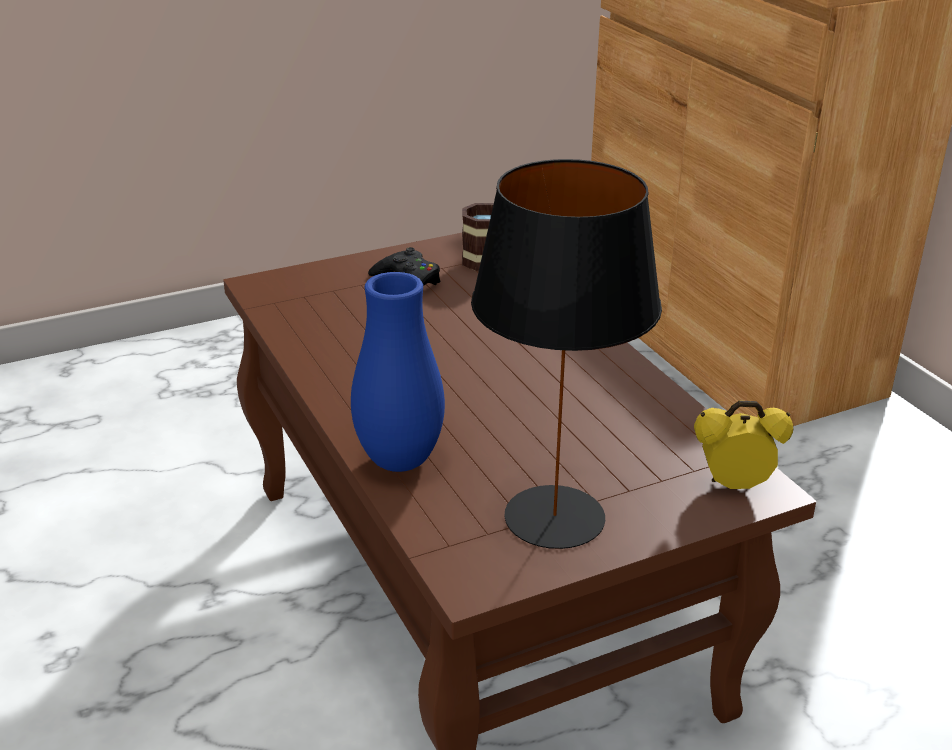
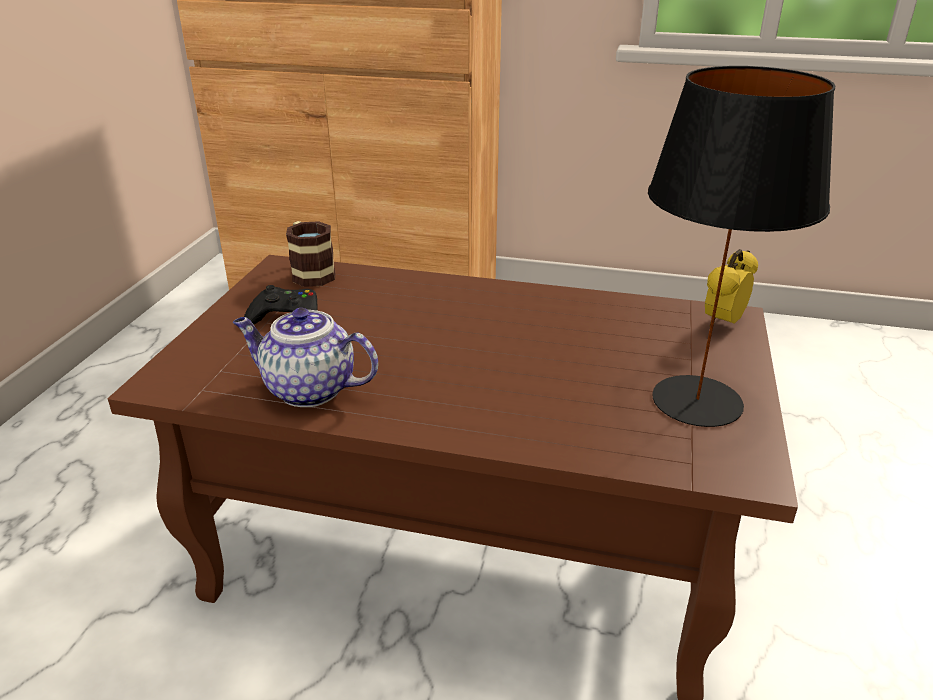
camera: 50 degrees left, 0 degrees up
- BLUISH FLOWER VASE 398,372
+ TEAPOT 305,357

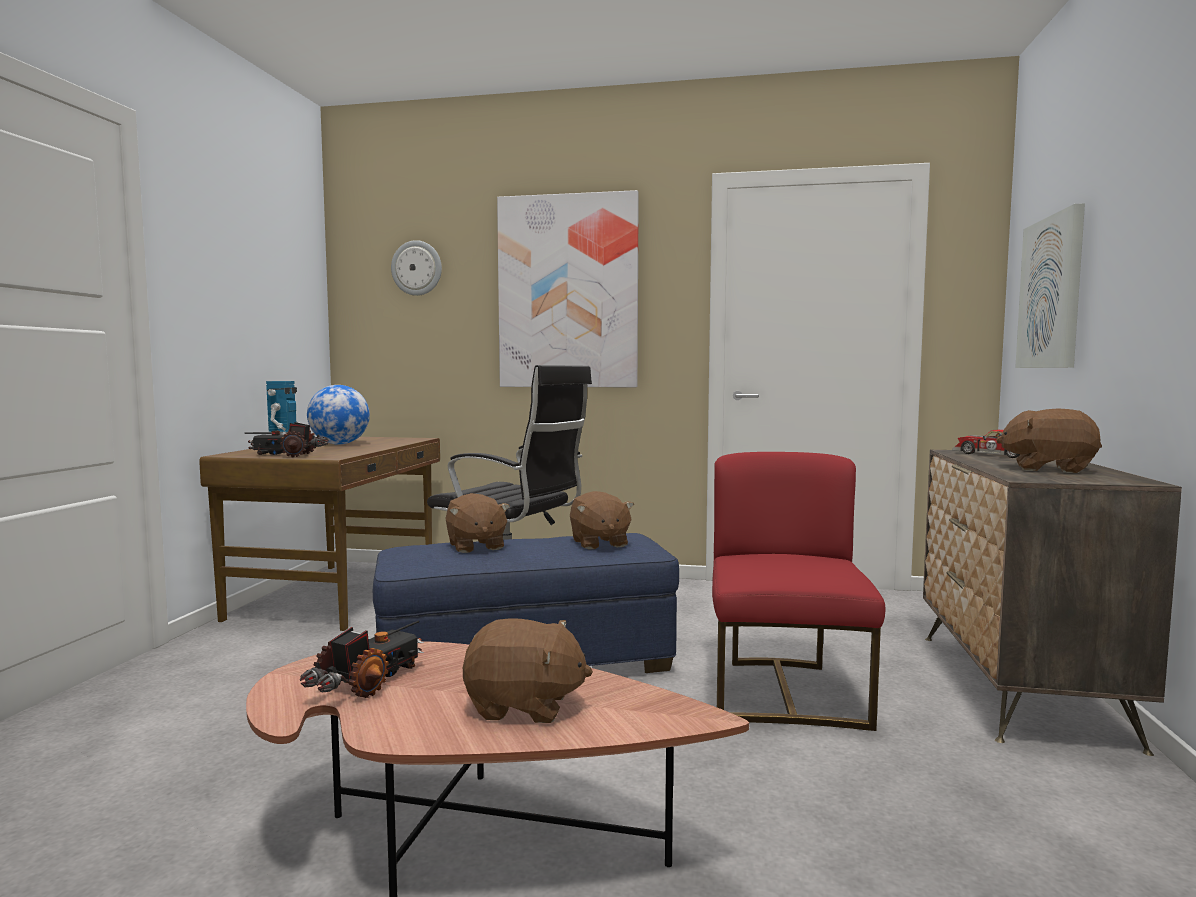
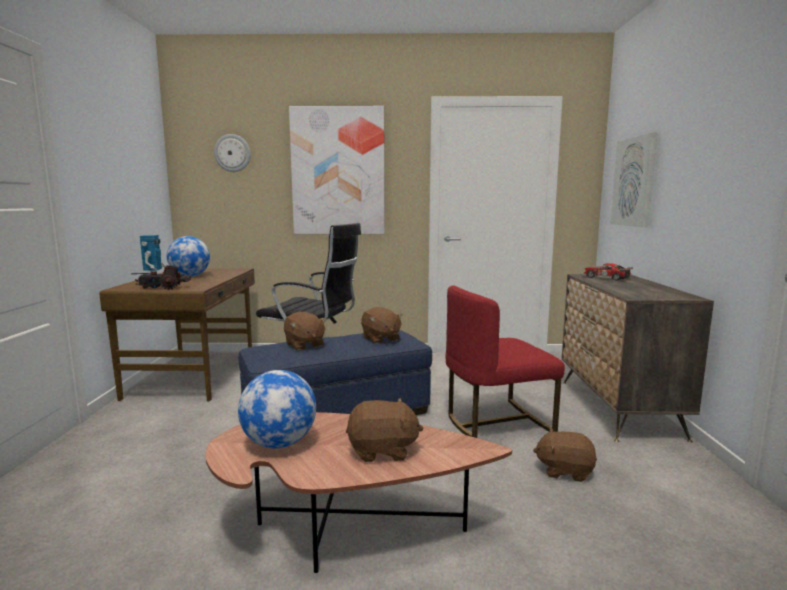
camera: 10 degrees left, 5 degrees up
~ MODEL TRUCK 362,659 to GLOBE 277,409
~ RED-COLOURED UPRIGHT CHAIR 798,591 = 505,361 105 degrees counterclockwise
~ BROWN-COLOURED SOFT TOY 1049,440 to 565,455

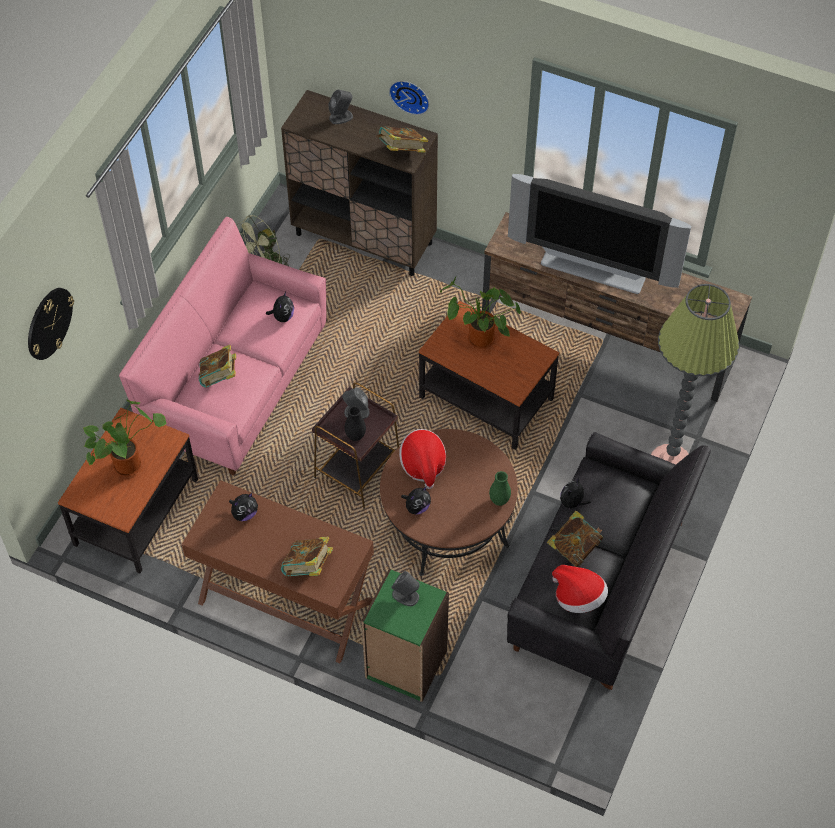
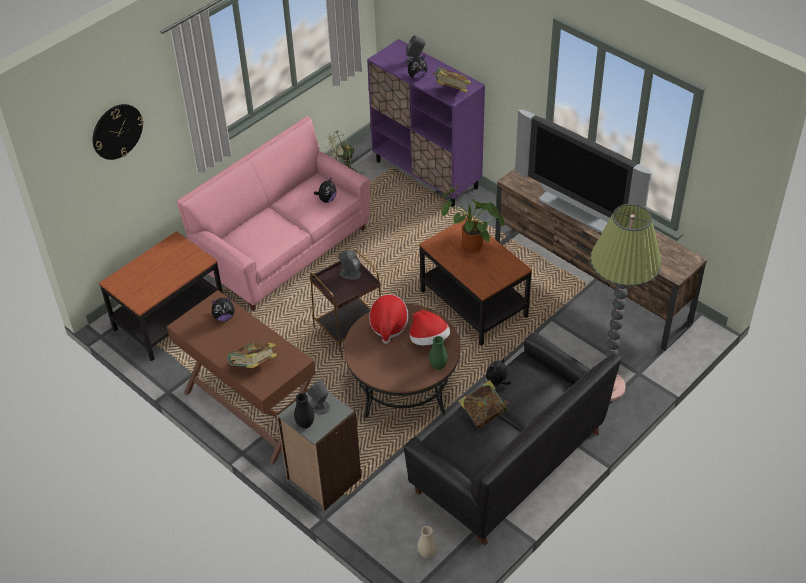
camera: 20 degrees right, 10 degrees down
- PLANT IN A POT 124,438
- BOOK 217,366
~ BROWN-COLOURED CUPBOARD 359,183 to PURPLISH CUPBOARD 426,122
~ BLACK-COLOURED FLOWER VASE 355,423 to 304,410
~ GREEN BOOKSHELF 405,635 to GREYISH BOOKSHELF 318,447
- WALL CLOCK 409,98
~ SOFT TOY 416,501 to 417,67
~ HAT 580,589 to 430,327
+ BEIGE FLOWER VASE 427,542

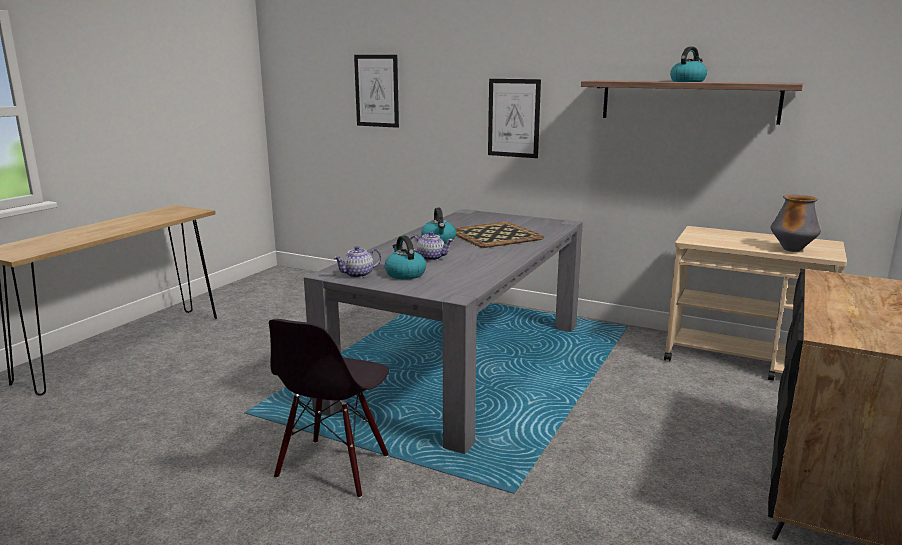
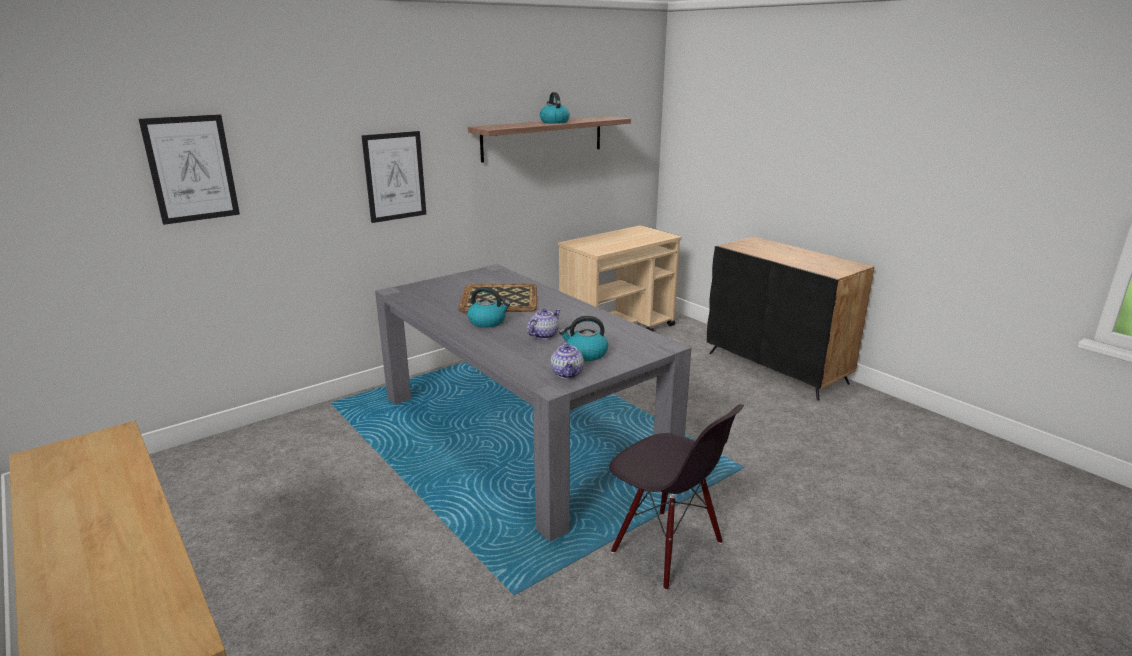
camera: 65 degrees left, 5 degrees up
- FLOWER VASE 796,223

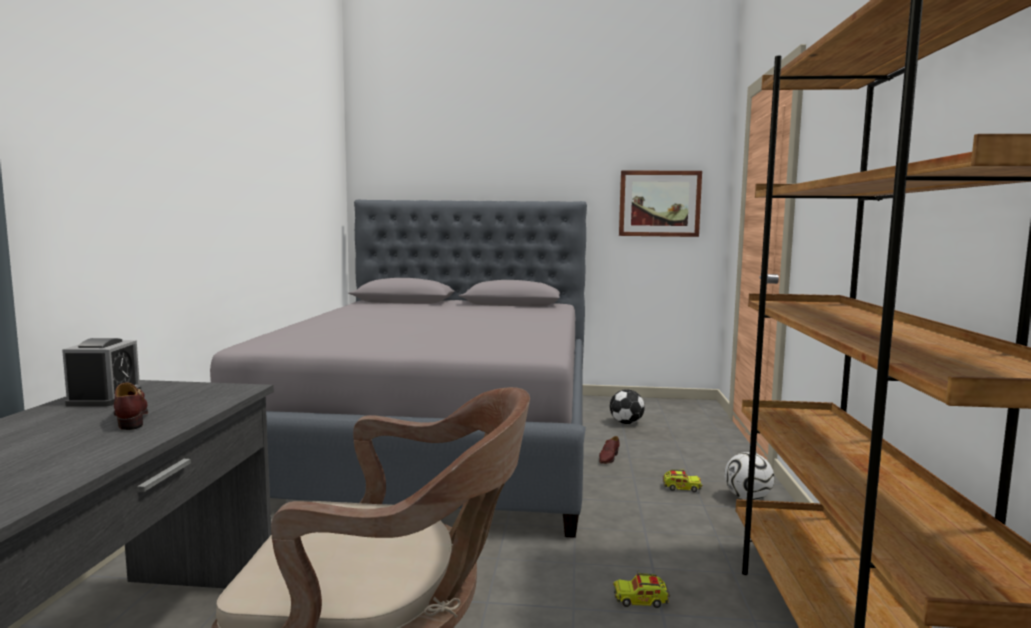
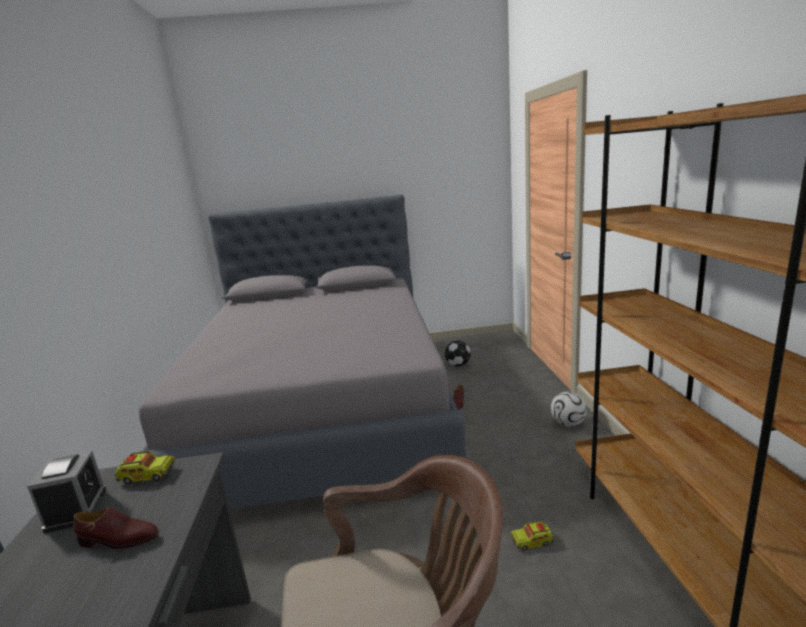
camera: 10 degrees left, 10 degrees up
~ BROWN-COLOURED ITEM OF FOOTWEAR 131,406 = 116,529 135 degrees clockwise
- WALL PICTURE 660,203
~ MODEL TRUCK 682,481 to 144,468

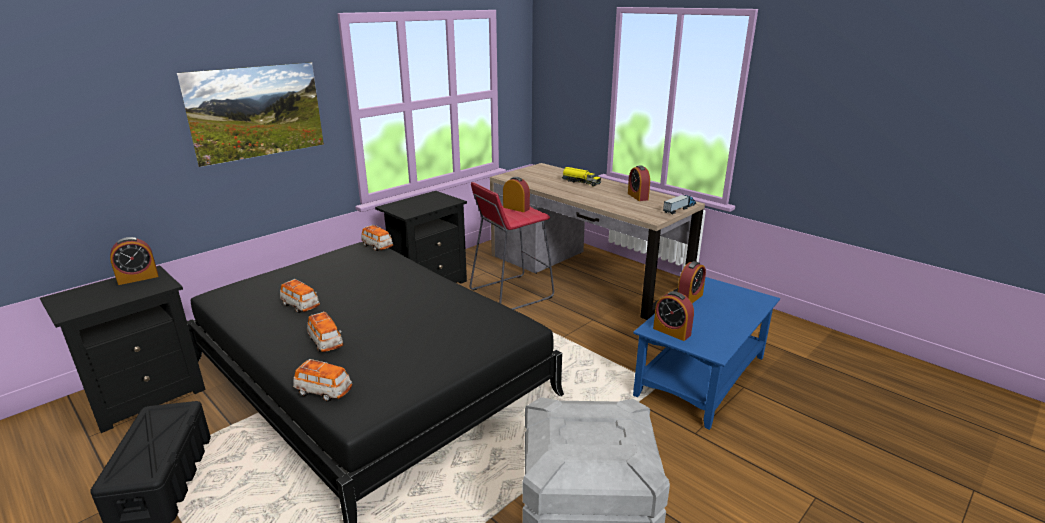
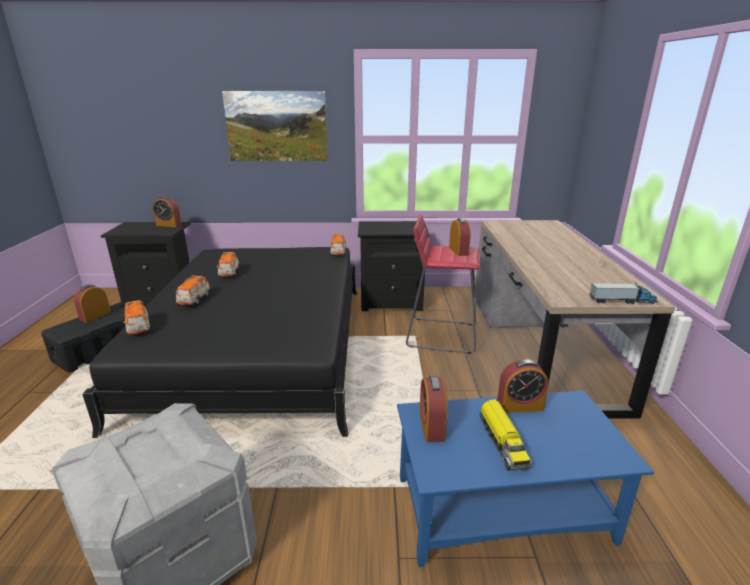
camera: 45 degrees right, 0 degrees up
~ MODEL TRUCK 581,177 to 505,435
~ BEDSIDE CLOCK 639,183 to 92,303

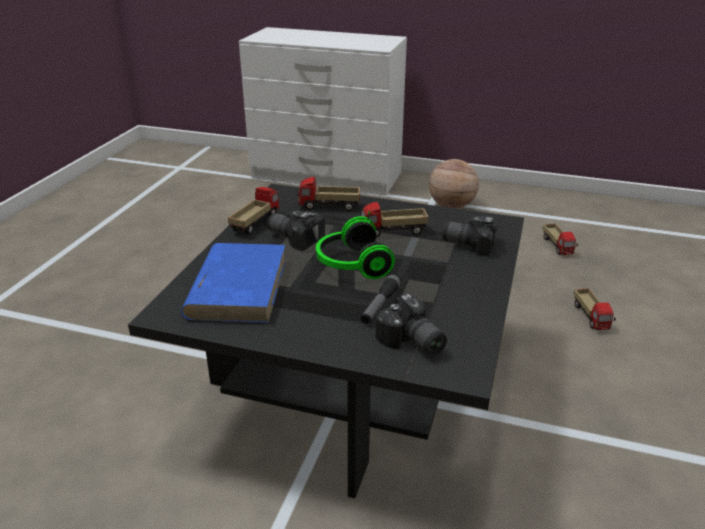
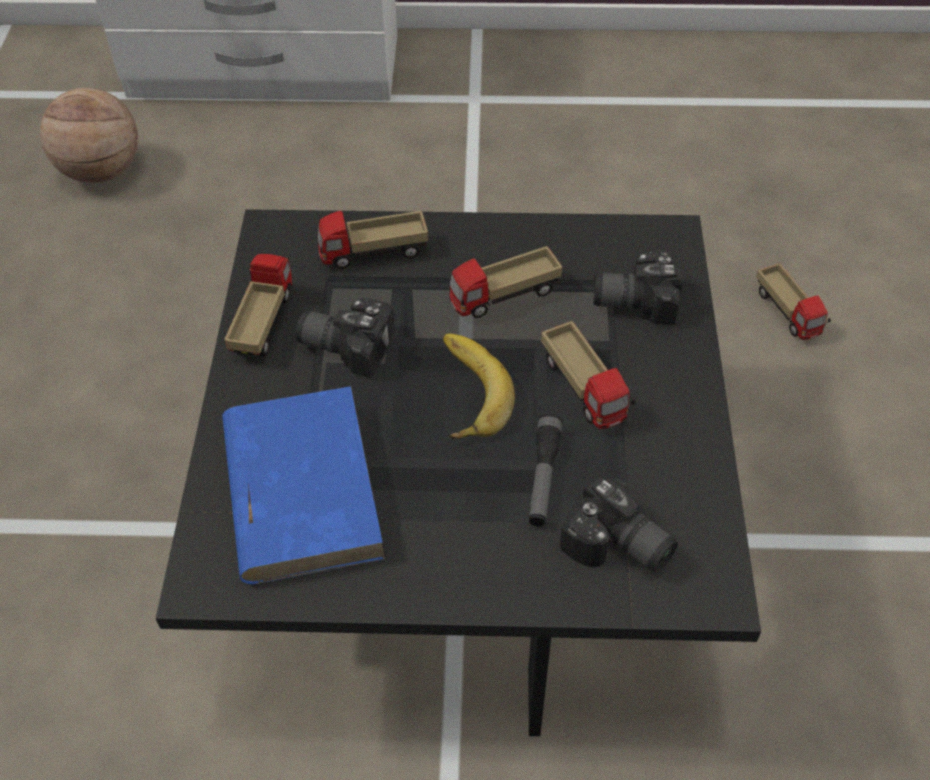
camera: 15 degrees left, 20 degrees up
~ HEADSET 355,244 to WHOLE BANANA 479,386
~ BALL FOR BASKETBALL 454,184 to 89,135
~ MODEL TRUCK 560,239 to 588,375

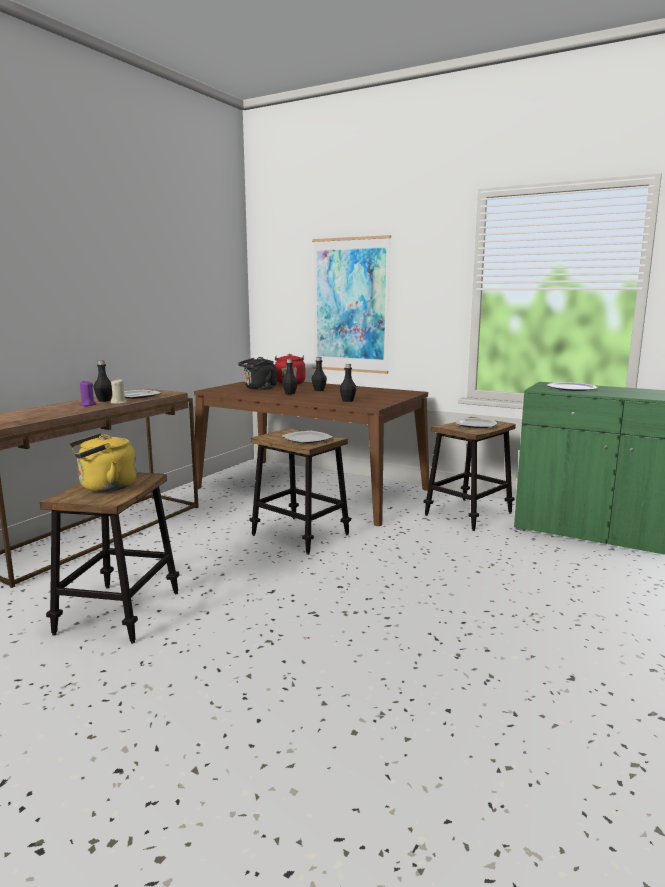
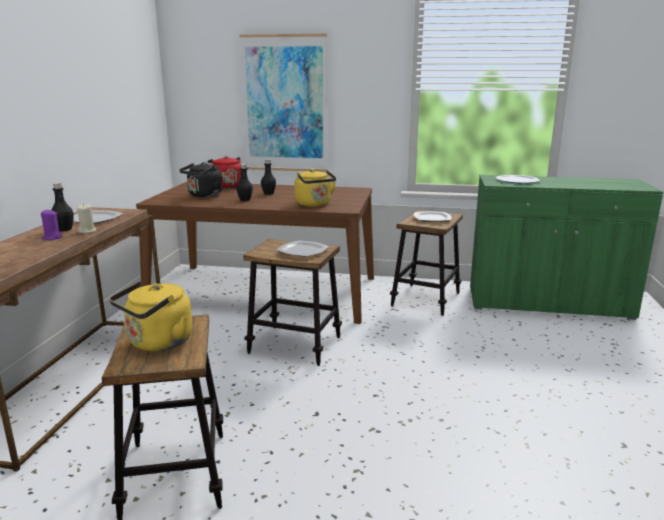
camera: 20 degrees left, 5 degrees up
~ BLACK-COLOURED BEVERAGE BOTTLE 348,383 to YELLOW KETTLE 315,188

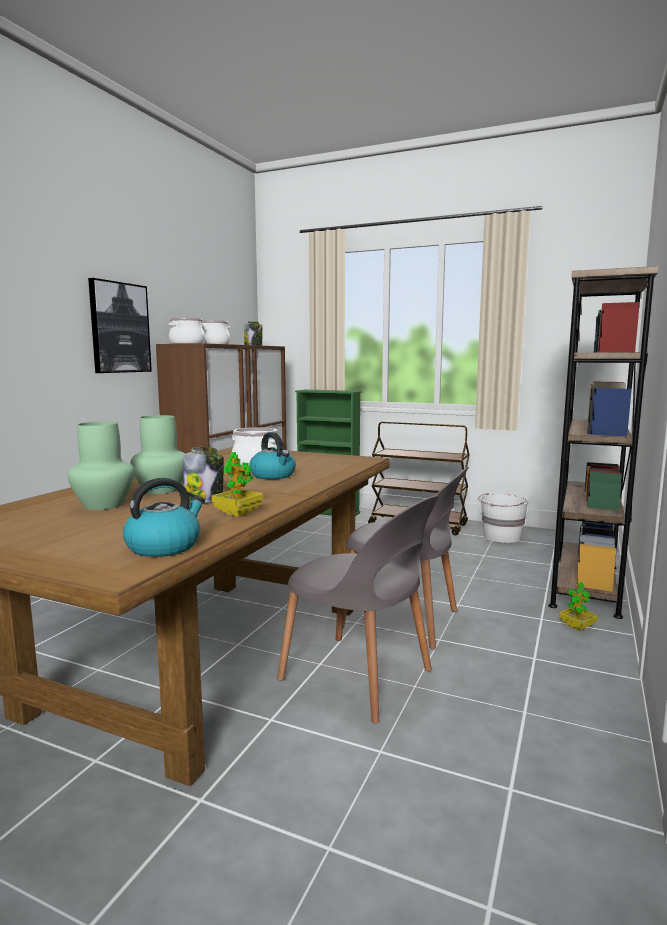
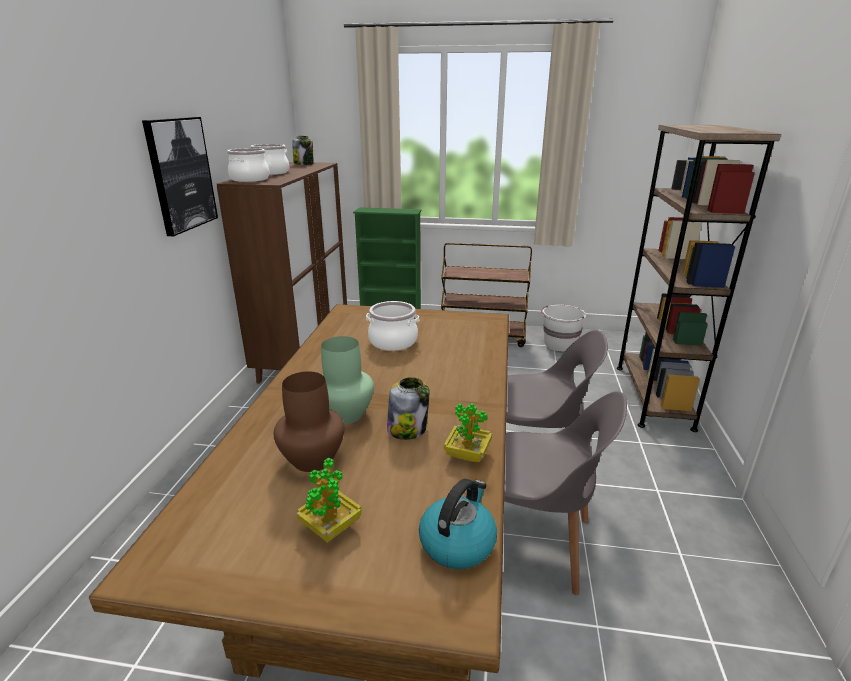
camera: 15 degrees left, 15 degrees up
~ GREEN FLOWER VASE 101,466 to BROWN-COLOURED FLOWER VASE 309,421
- KETTLE 273,455
~ PLANT IN A POT 578,606 to 329,500

